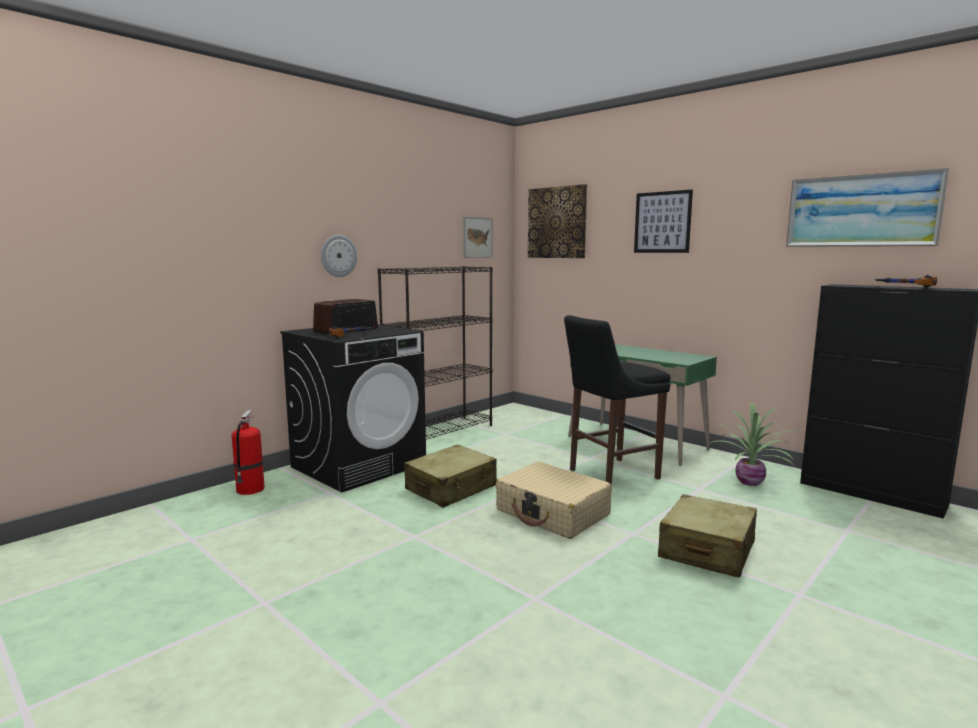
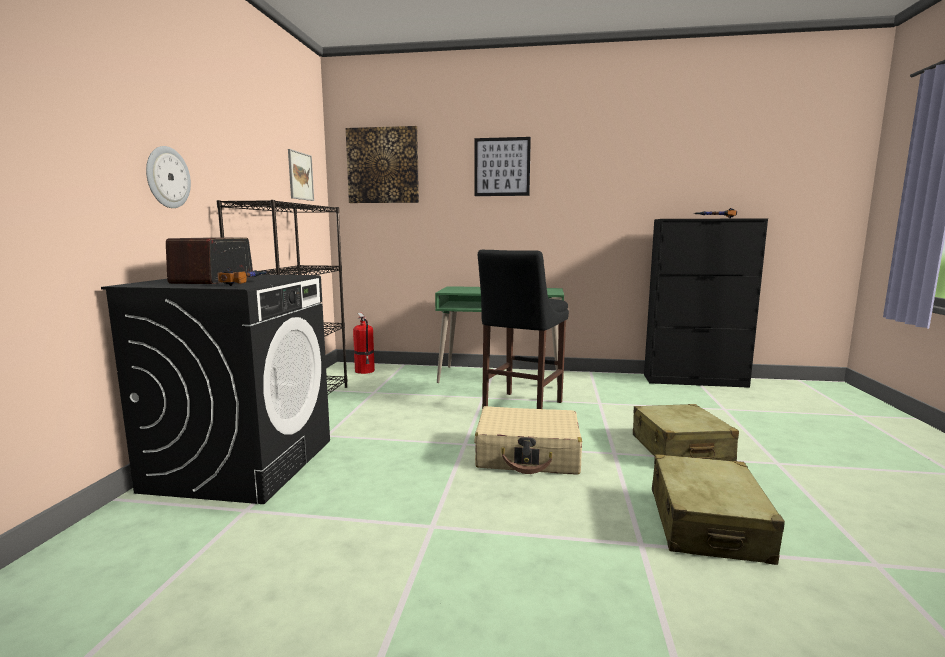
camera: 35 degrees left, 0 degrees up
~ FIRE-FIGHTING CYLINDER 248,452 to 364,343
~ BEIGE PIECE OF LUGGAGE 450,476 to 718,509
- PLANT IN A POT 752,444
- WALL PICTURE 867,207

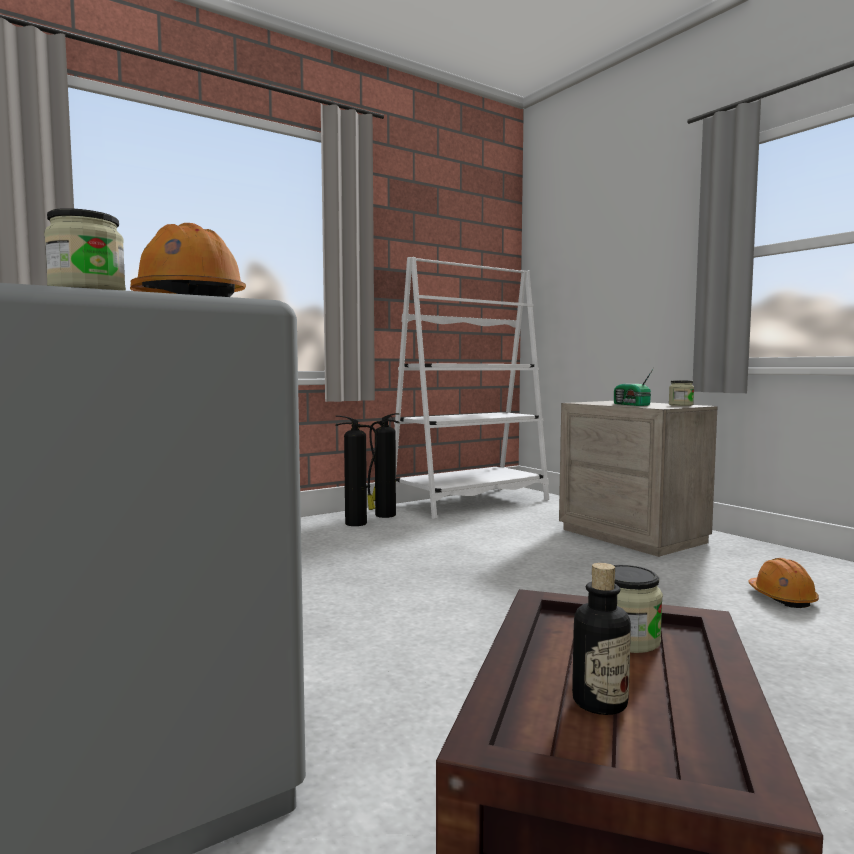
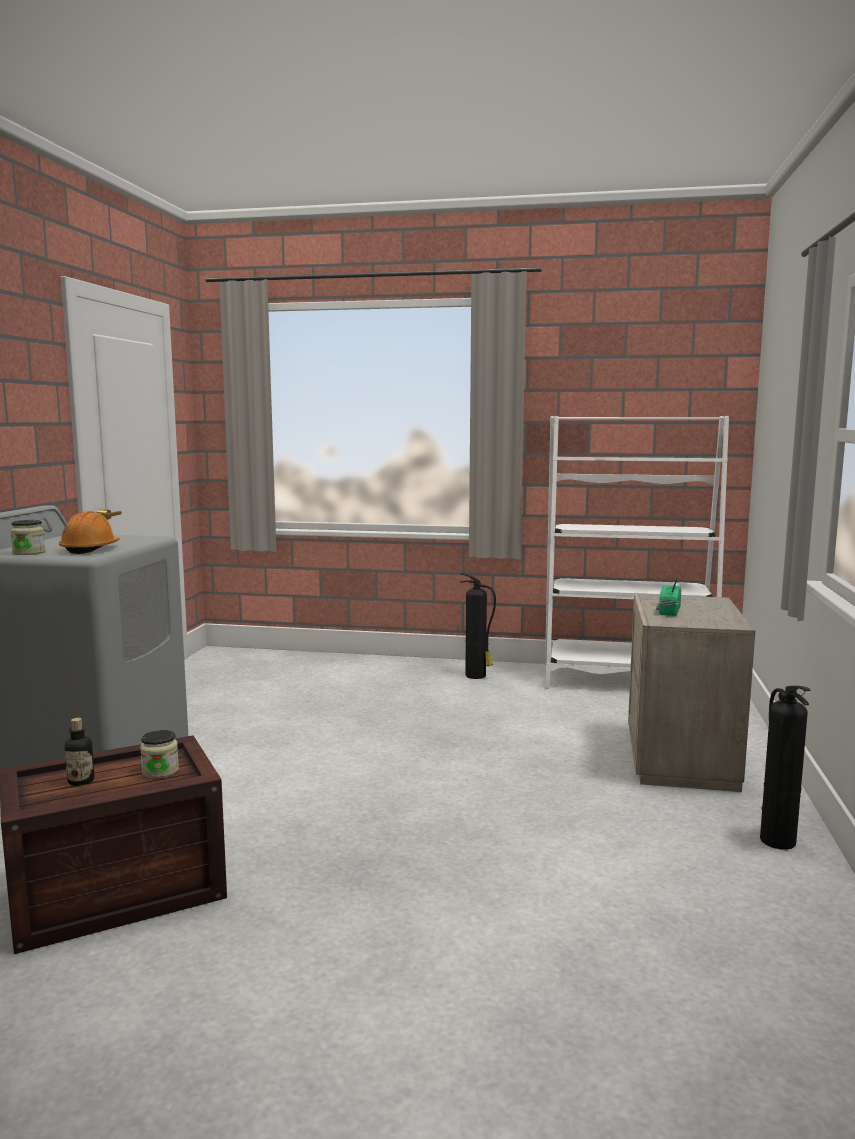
camera: 45 degrees right, 5 degrees up
~ FIRE-FIGHTING CYLINDER 384,465 to 785,768
- STORAGE JAR 681,393
- ORANGEY SAFETY HELMET 783,583

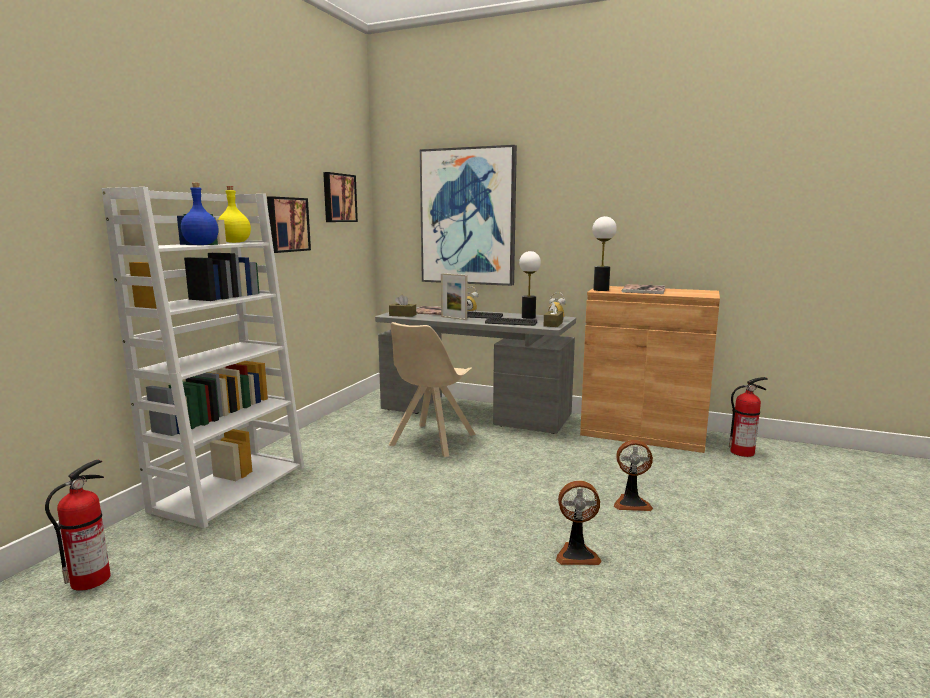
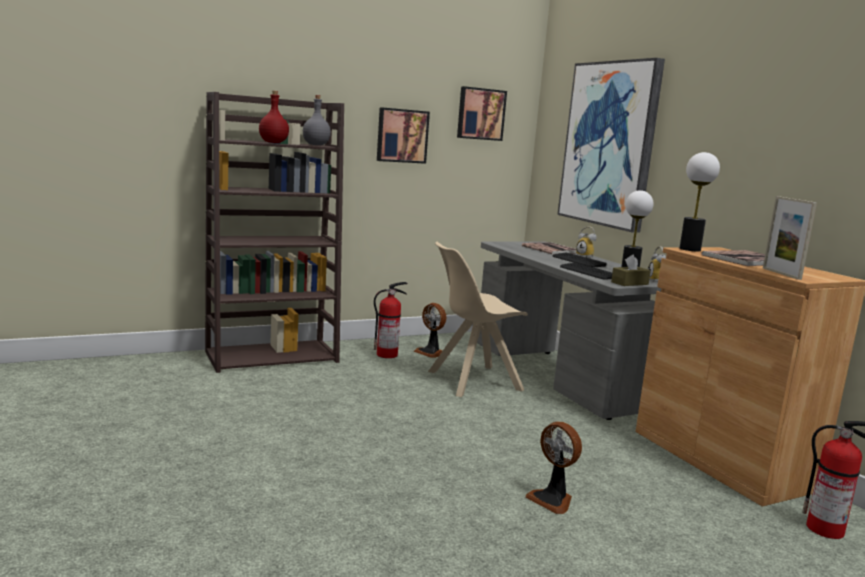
camera: 40 degrees right, 0 degrees up
~ FIRE-FIGHTING CYLINDER 78,525 to 391,320
~ WHITE BOOKSHELF 202,358 to BROWN-COLOURED BOOKSHELF 274,232
~ BLUISH BEVERAGE BOTTLE 199,214 to RED-COLOURED BEVERAGE BOTTLE 274,117
~ YELLOW BEVERAGE BOTTLE 234,214 to GREYISH BEVERAGE BOTTLE 317,120
- BROWN-COLOURED TISSUE BOX 402,306
~ PHOTO FRAME 454,296 to 790,238
~ ELECTRIC FAN 578,523 to 430,330

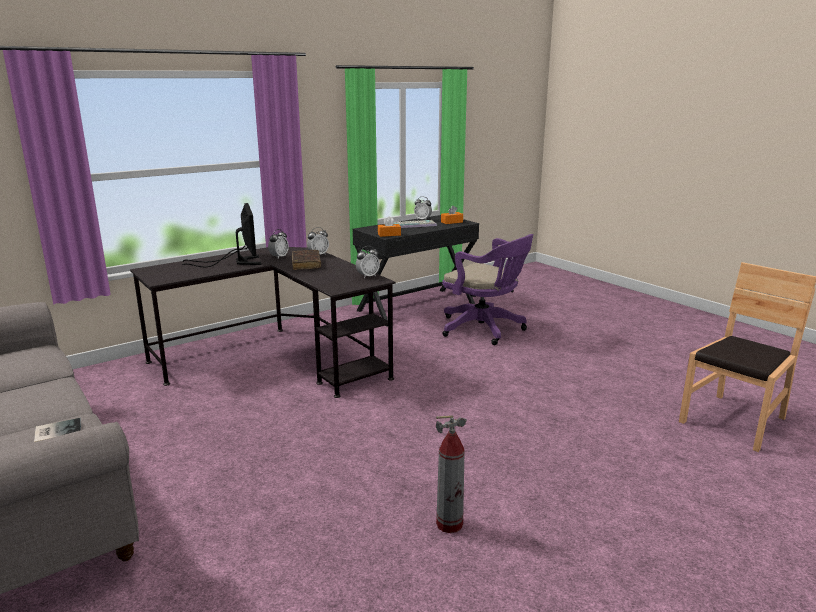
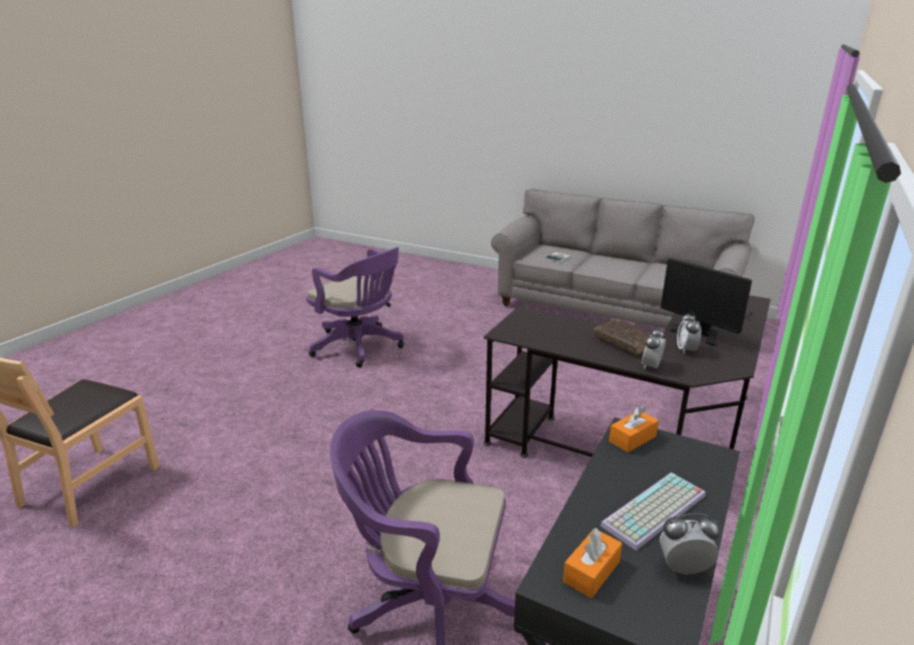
camera: 155 degrees right, 5 degrees up
- BEDSIDE CLOCK 368,262
~ FIRE-FIGHTING CYLINDER 451,474 to PURPLISH COMPUTER CHAIR 355,307

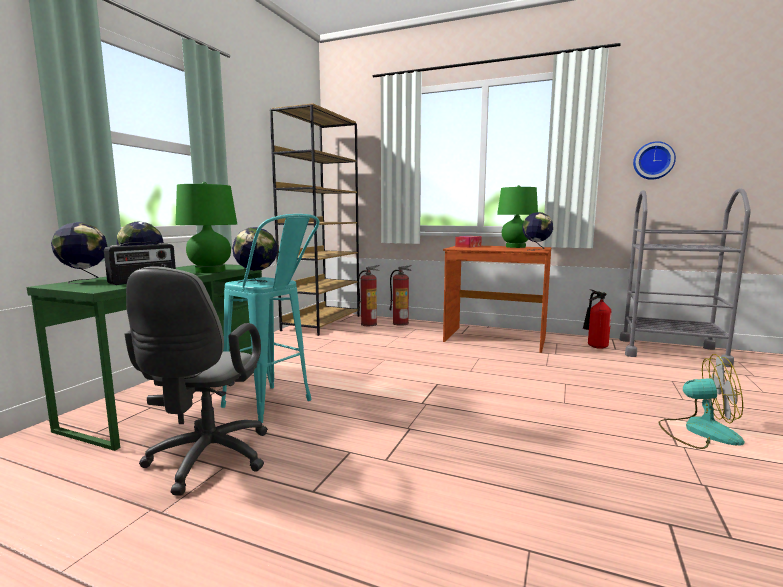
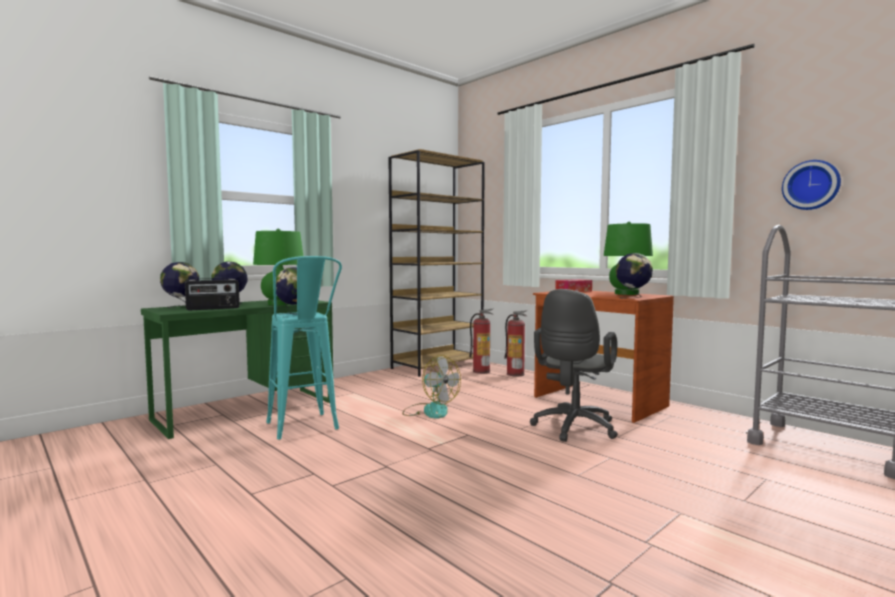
camera: 25 degrees right, 5 degrees down
~ GREYISH COMPUTER CHAIR 196,381 to 574,365
- FIRE-FIGHTING CYLINDER 597,319
~ ELECTRIC FAN 701,401 to 432,387

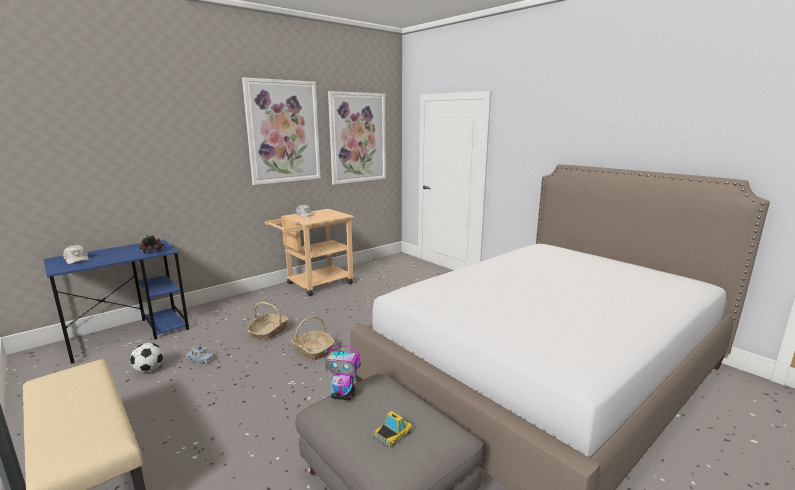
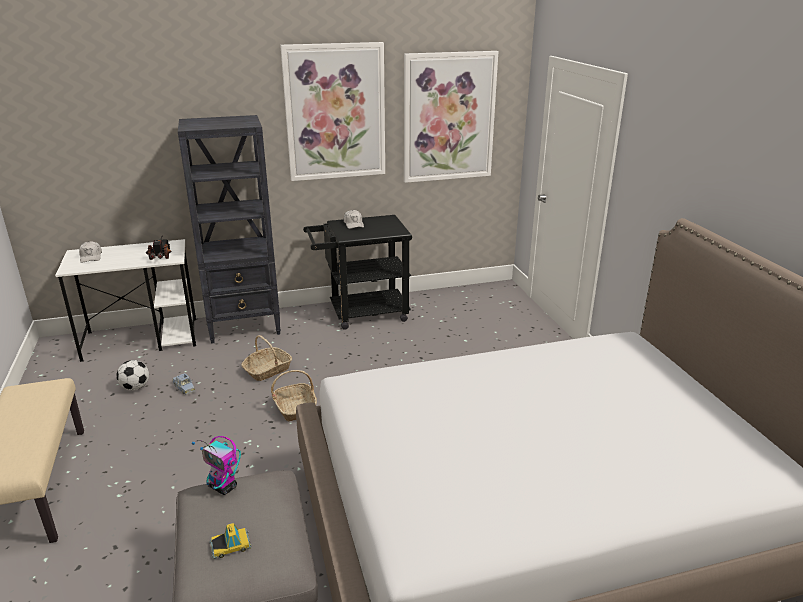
camera: 25 degrees right, 10 degrees up
~ BLUISH DESK UNIT 116,301 to WHITE DESK UNIT 125,300
~ BEIGE WHEELED CART 309,252 to BLACK-COLOURED WHEELED CART 357,272
+ BLACK-COLOURED BOOKSHELF 229,229

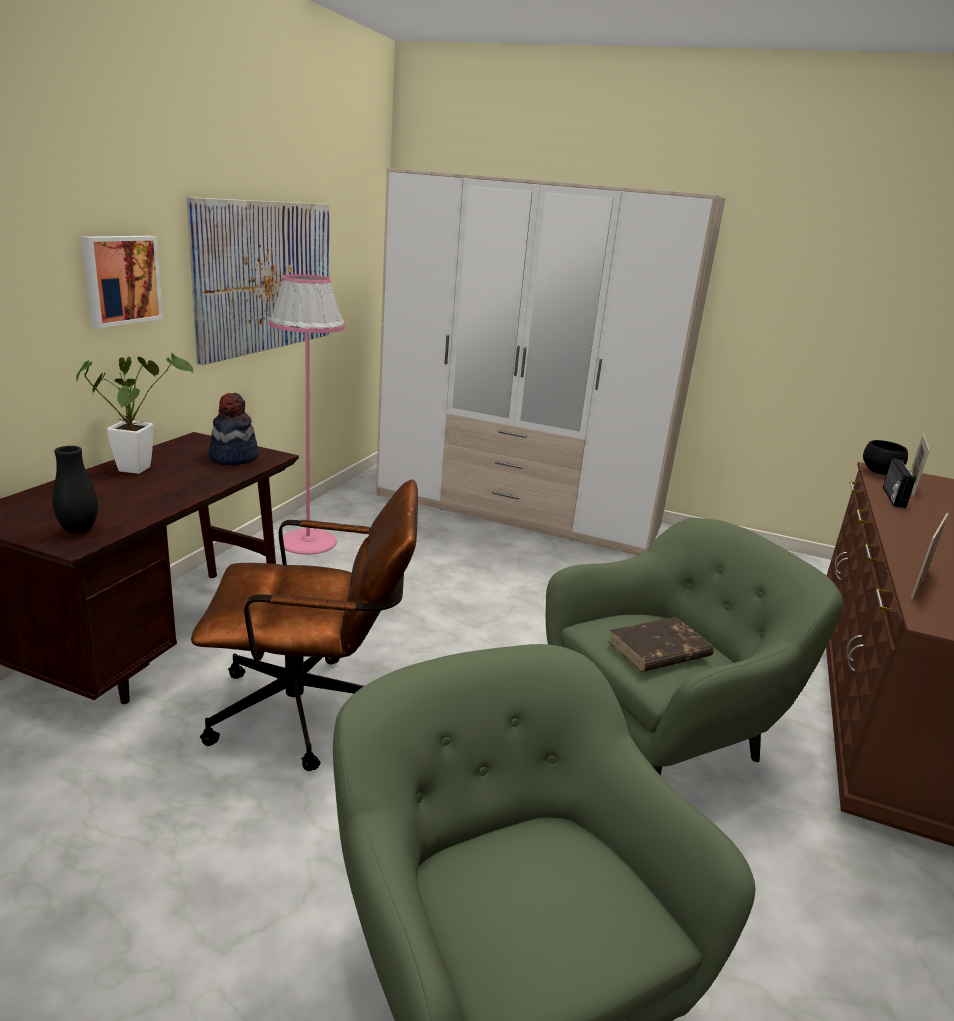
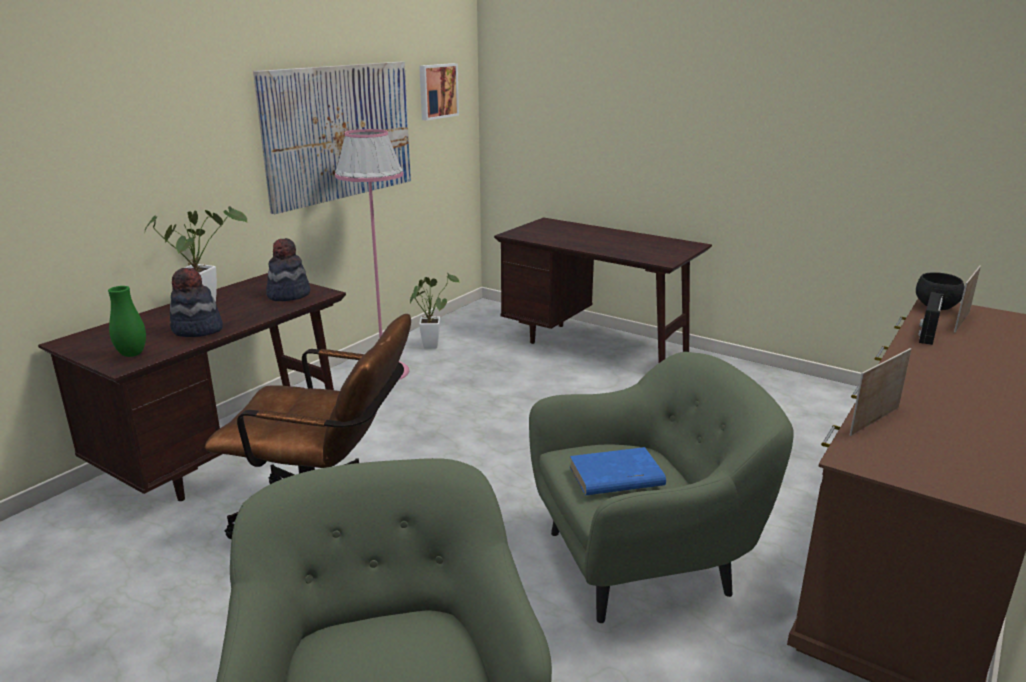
camera: 15 degrees right, 0 degrees up
~ BLACK-COLOURED FLOWER VASE 75,490 to GREEN FLOWER VASE 127,321
~ WALL PICTURE 122,282 to 439,92
~ CLOTHES CUPBOARD 550,361 to BROWN-COLOURED DESK UNIT 603,290
~ BROWN-COLOURED BOOK 661,644 to BLUISH BOOK 618,471
+ HAT 196,302
+ PLANT IN A POT 435,311

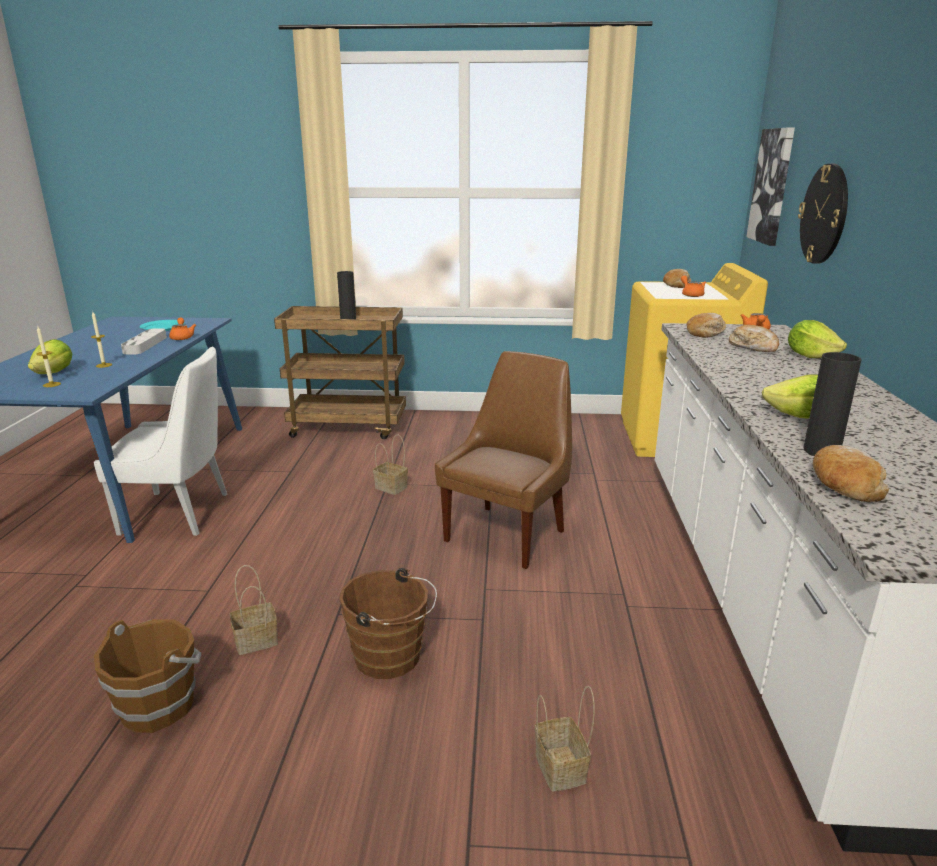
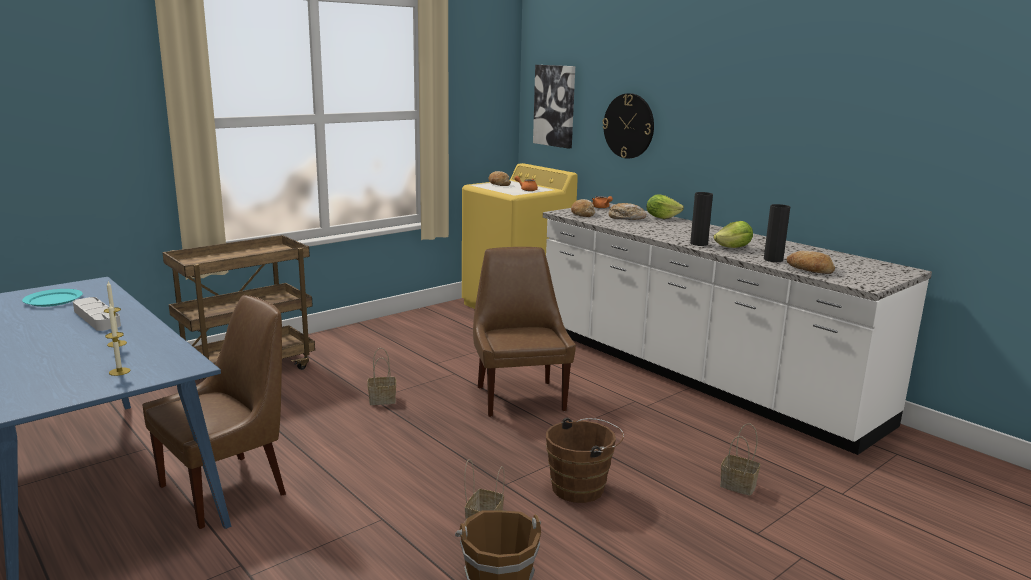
camera: 45 degrees left, 5 degrees down
- LETTUCE 50,356
~ WHITE UPRIGHT CHAIR 160,441 to BROWN-COLOURED UPRIGHT CHAIR 214,412
- ORANGEY TEAPOT 182,328
~ BLACK-COLOURED FLOWER VASE 346,295 to 701,219

